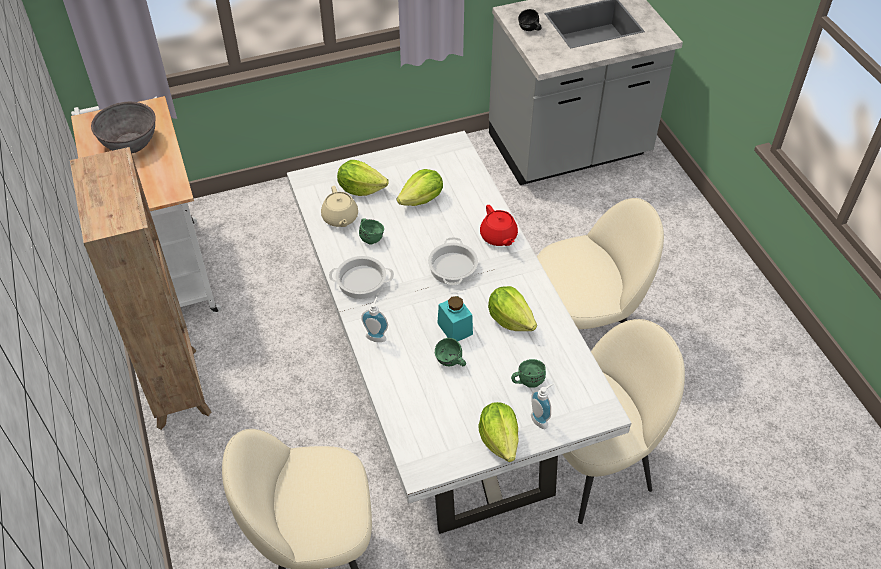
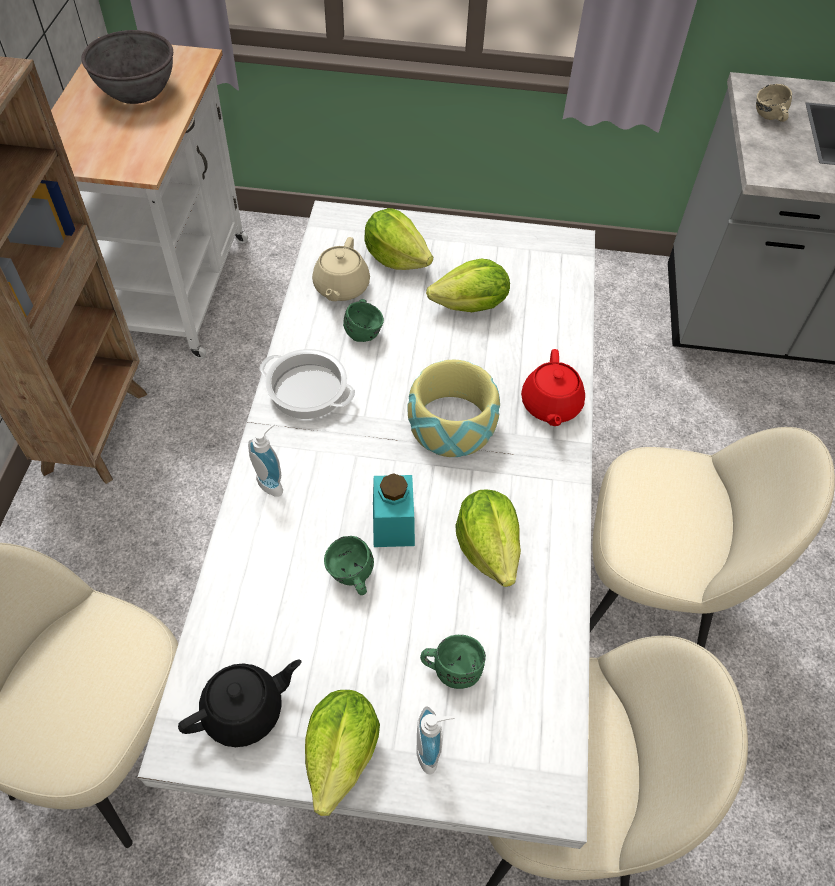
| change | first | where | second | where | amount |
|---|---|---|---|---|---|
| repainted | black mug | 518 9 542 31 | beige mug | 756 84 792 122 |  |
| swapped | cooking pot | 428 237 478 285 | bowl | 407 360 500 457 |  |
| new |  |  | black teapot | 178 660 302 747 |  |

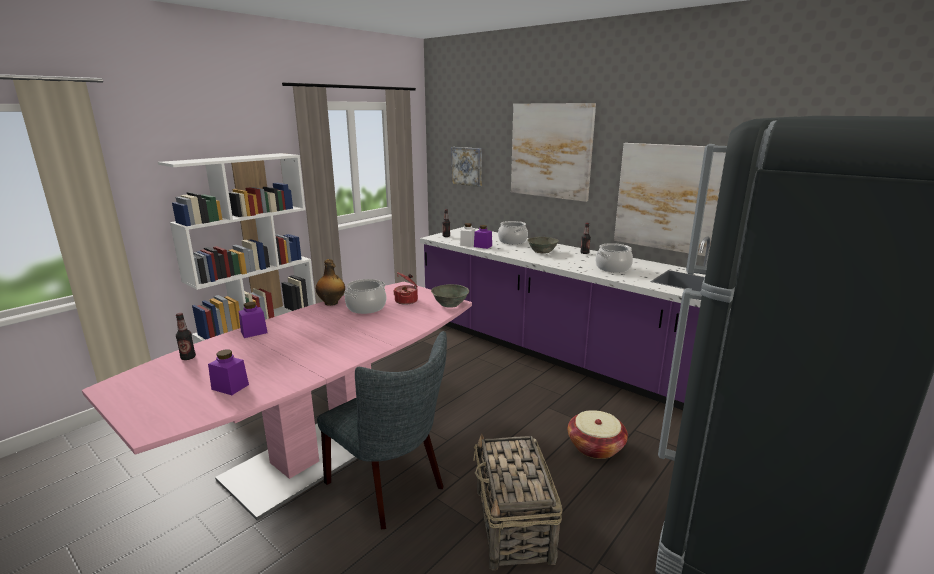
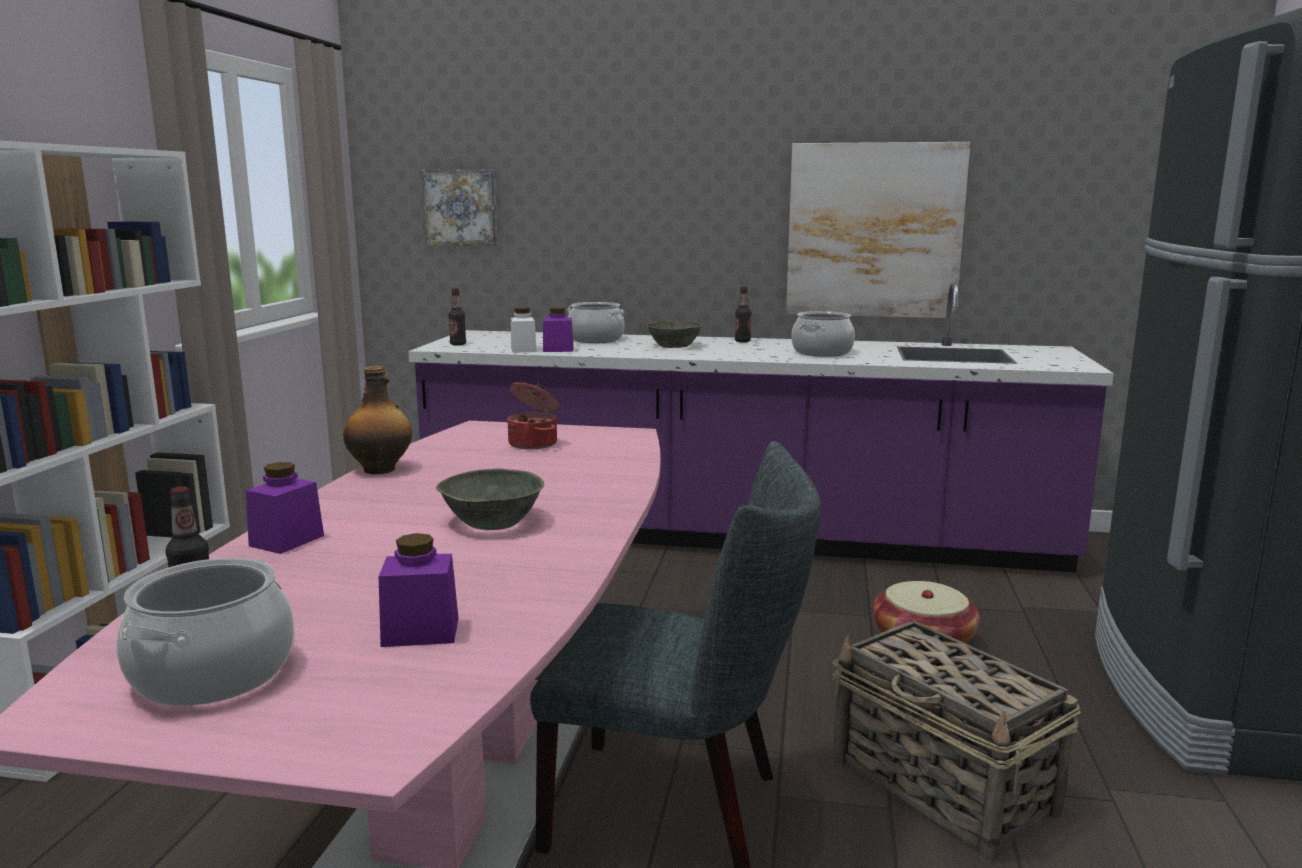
| change | first | where | second | where | amount |
|---|---|---|---|---|---|
| gone | picture | 511 103 596 202 |  |  |  |
| shifted | cooking pot | 344 279 386 314 |  | 116 558 294 706 |  |
| shifted | grey bowl | 431 284 469 308 |  | 436 469 544 530 |  |

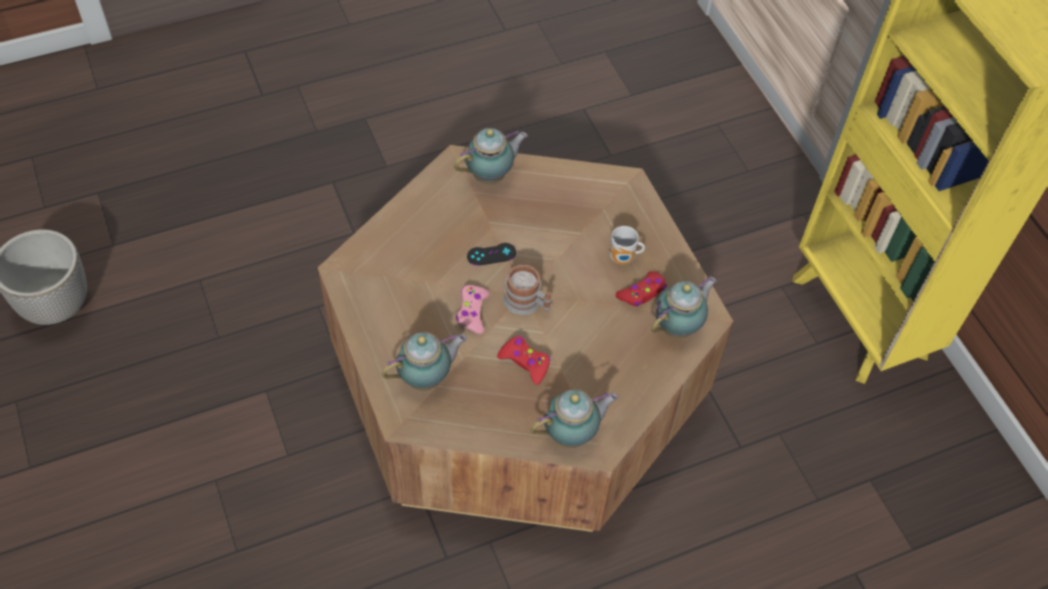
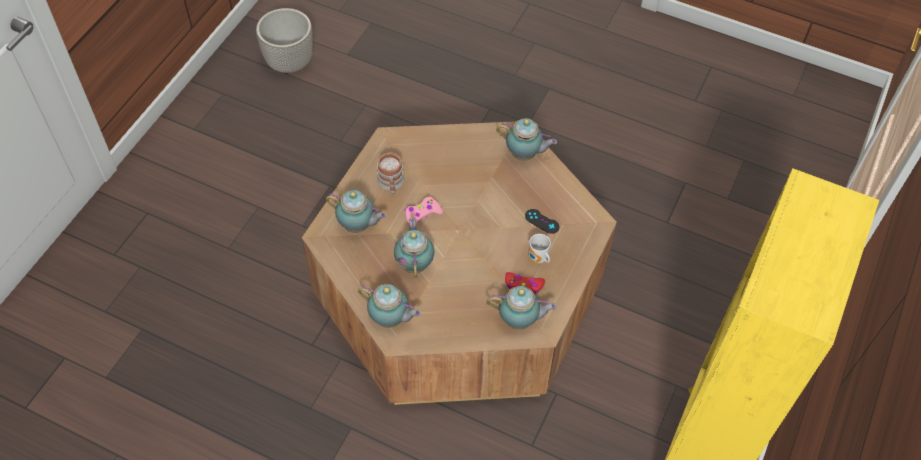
| change | first | where | second | where | amount |
|---|---|---|---|---|---|
| shifted | black game controller | 467 243 516 266 |  | 525 209 559 234 |  |
| shifted | mug | 504 265 552 315 |  | 377 152 404 194 |  |
| swapped | red game controller | 497 336 550 385 | teapot | 394 218 434 278 |  |

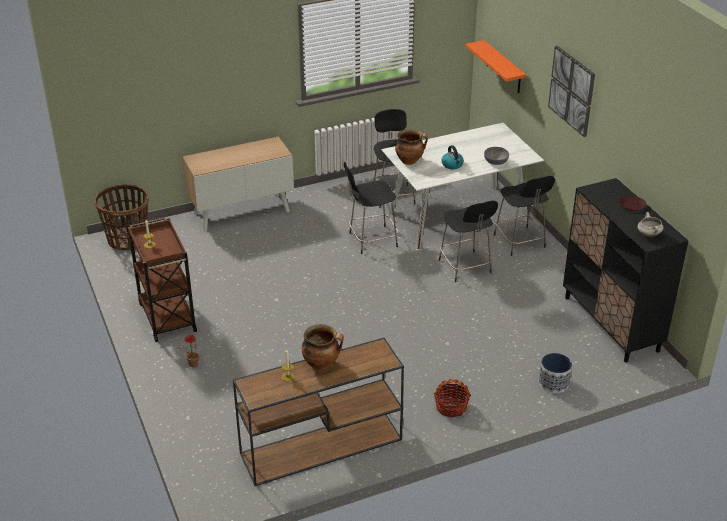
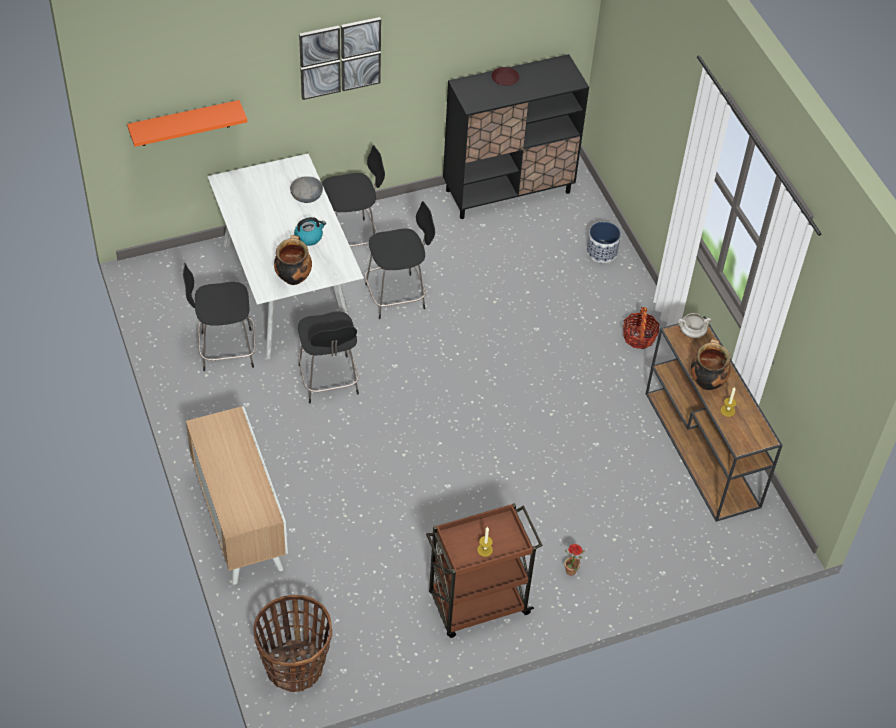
| change | first | where | second | where | amount |
|---|---|---|---|---|---|
| shifted | white cooking pot | 637 212 663 237 |  | 678 313 712 338 |  |

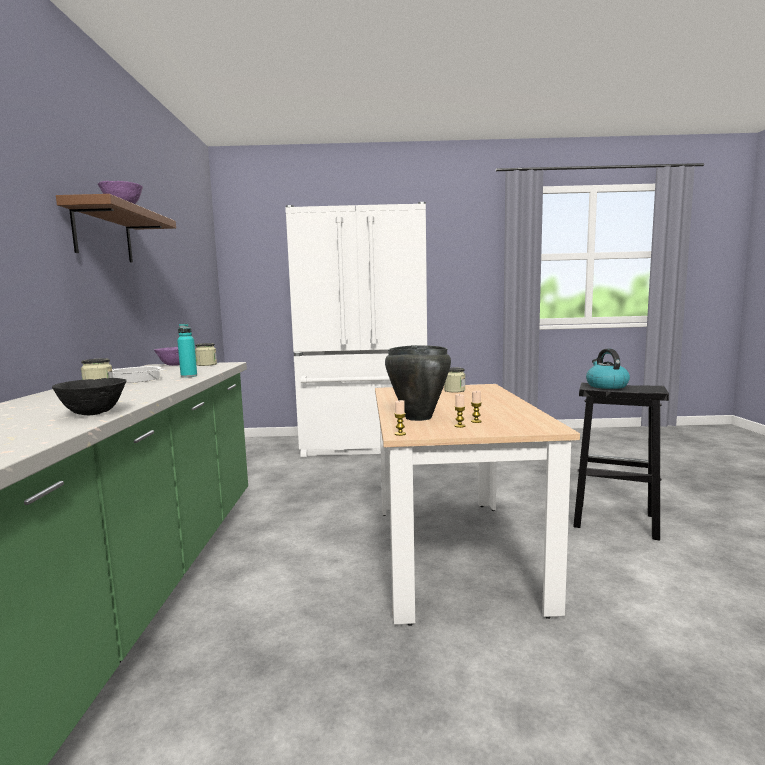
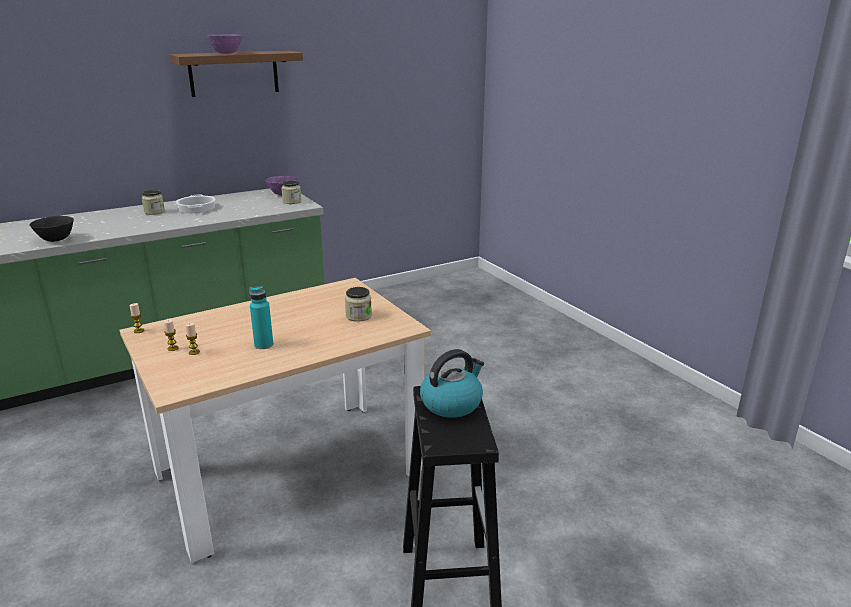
| change | first | where | second | where | amount |
|---|---|---|---|---|---|
| gone | white fridge | 285 202 427 458 |  |  |  |
| shifted | turquoise bottle | 177 324 197 378 |  | 249 286 273 349 |  |
| gone | black cooking pot | 385 345 451 421 |  |  |  |

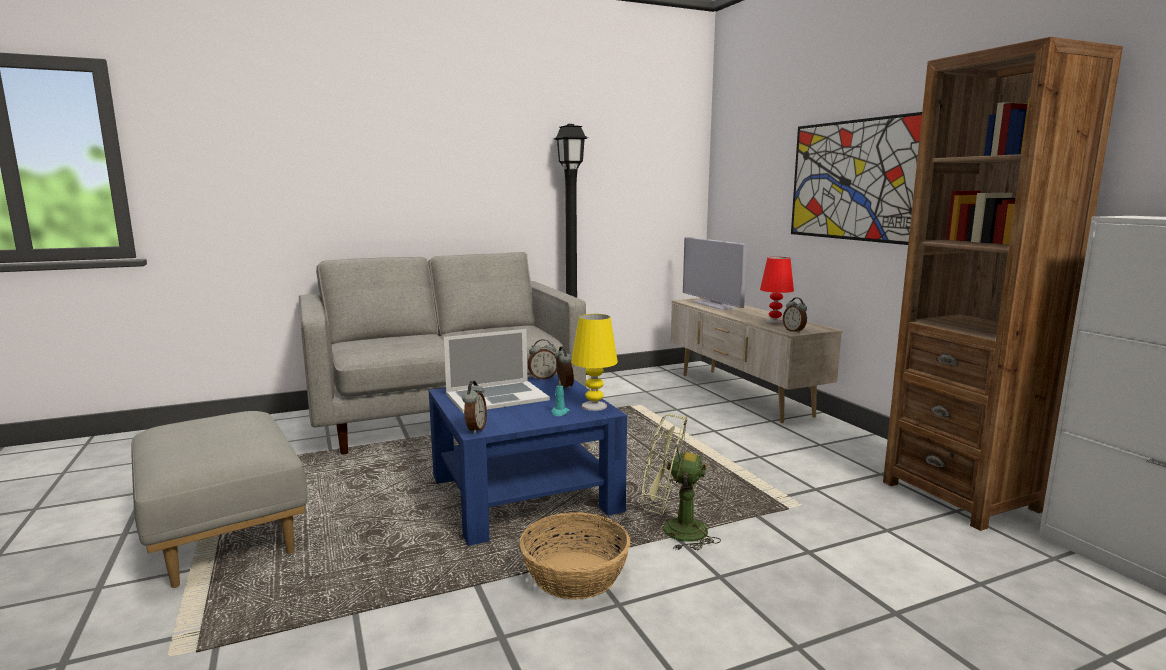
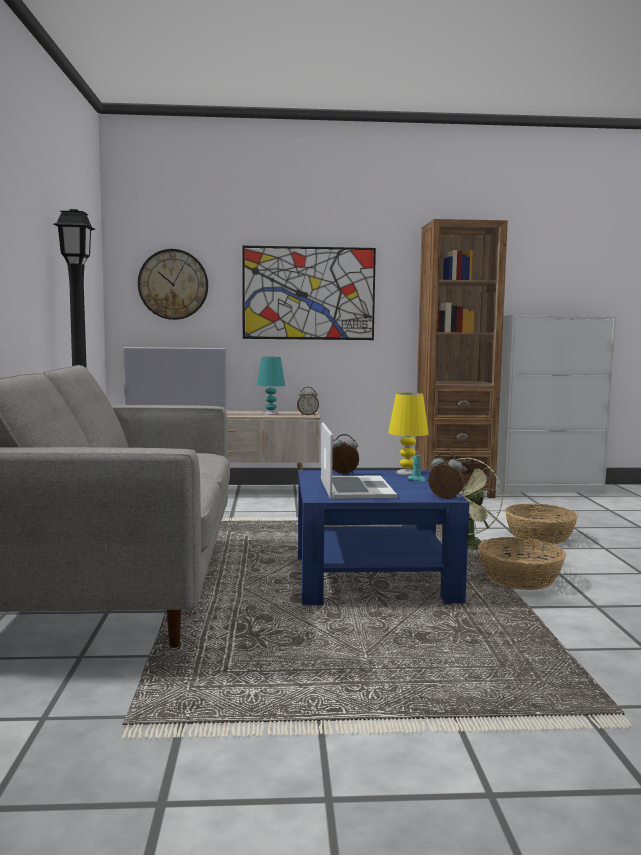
| change | first | where | second | where | amount |
|---|---|---|---|---|---|
| repainted | red table lamp | 760 257 794 324 | turquoise table lamp | 257 357 285 415 |  |
| gone | alarm clock | 528 339 557 380 |  |  |  |
| gone | grey ottoman | 131 411 308 588 |  |  |  |
| new |  |  | wall clock | 138 249 208 320 |  |
| new |  |  | basket | 505 504 578 544 |  |

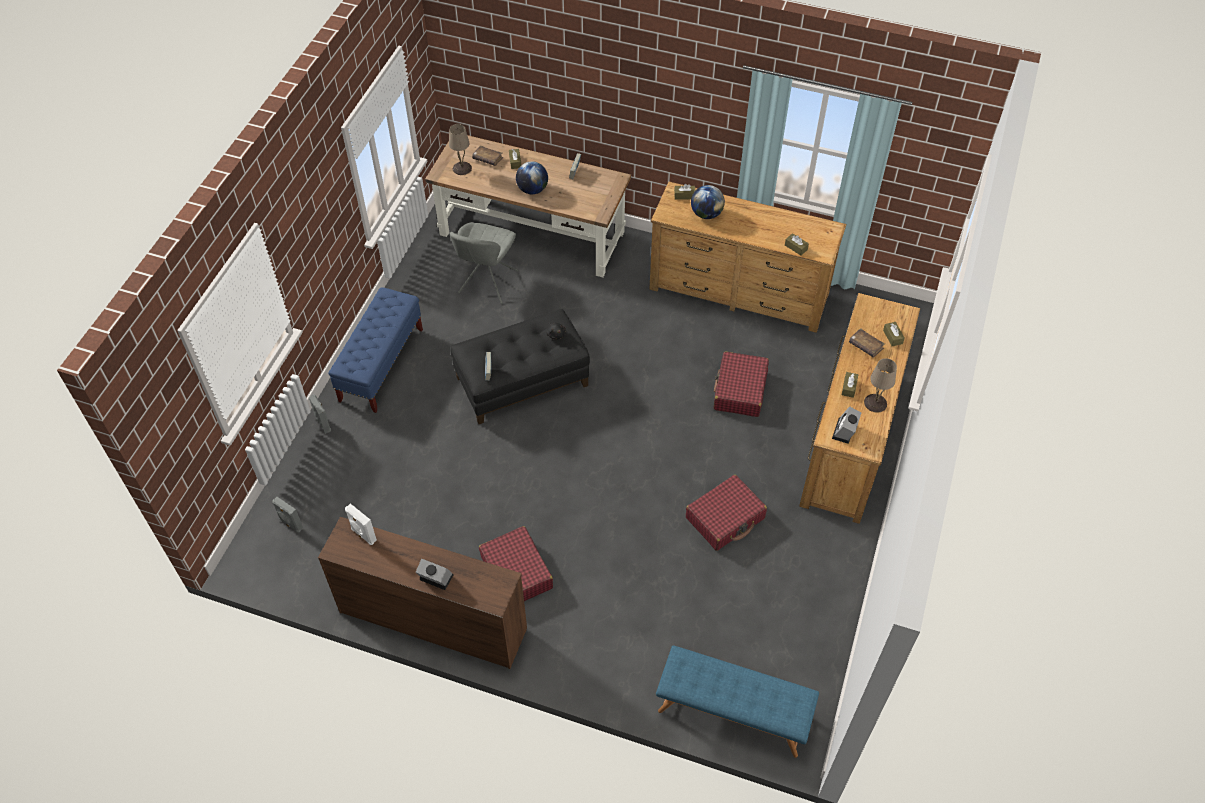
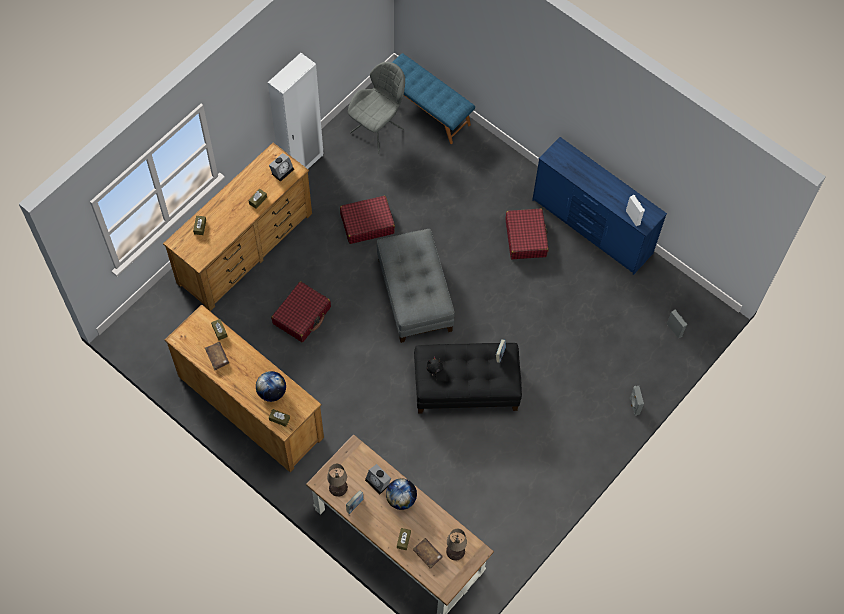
| change | first | where | second | where | amount |
|---|---|---|---|---|---|
| shifted | grey chair | 450 222 519 304 |  | 348 62 405 154 |  |
| gone | blue bench | 328 287 423 413 |  |  |  |
| shifted | brown book | 849 328 885 357 |  | 205 342 229 370 |  |
| shifted | beige table lamp | 864 358 897 412 |  | 327 464 348 497 |  |
| repainted | brown dresser | 318 517 527 669 | blue dresser | 532 137 667 275 |  |
| shifted | alarm clock | 416 559 453 590 |  | 365 464 391 494 |  |
| new |  |  | white wardrobe | 268 53 323 169 |  |
| new |  |  | grey ottoman | 377 229 455 343 |  |

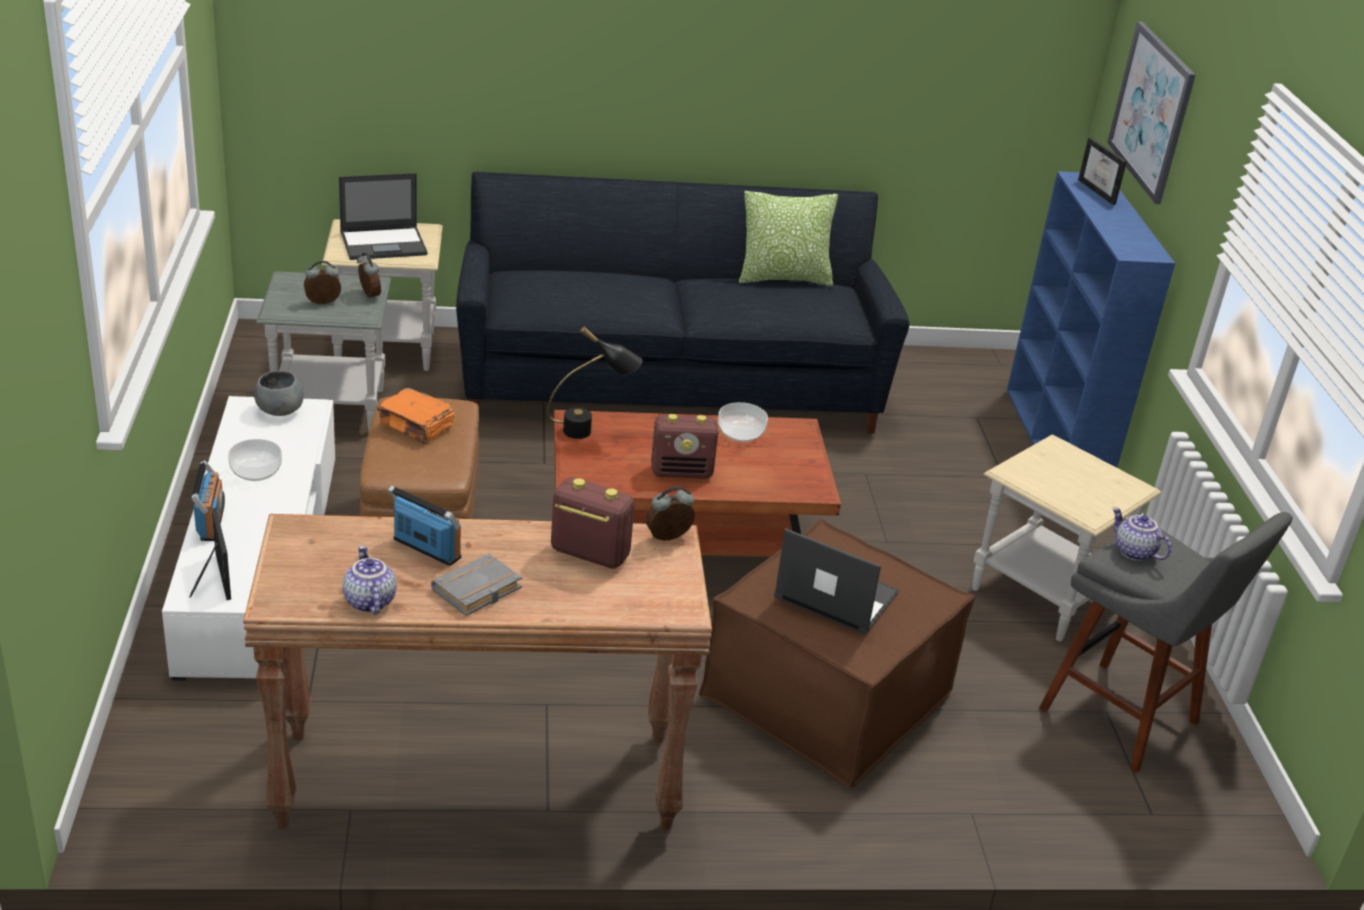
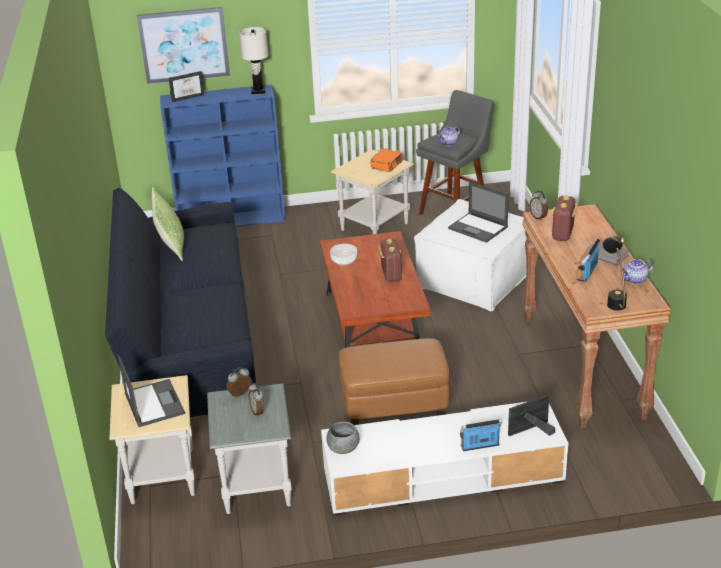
| change | first | where | second | where | amount |
|---|---|---|---|---|---|
| shifted | black table lamp | 547 327 642 439 |  | 603 236 627 310 |  |
| shifted | orange book | 377 388 455 444 |  | 370 148 403 172 |  |
| gone | bowl | 228 439 282 481 |  |  |  |
| repainted | brown ottoman | 699 518 975 788 | white ottoman | 414 199 527 312 |  |
| rotated | laptop | 774 528 899 635 |  | 448 182 509 243 | 75 degrees counterclockwise |
| new |  |  | white table lamp | 239 27 268 94 |  |

